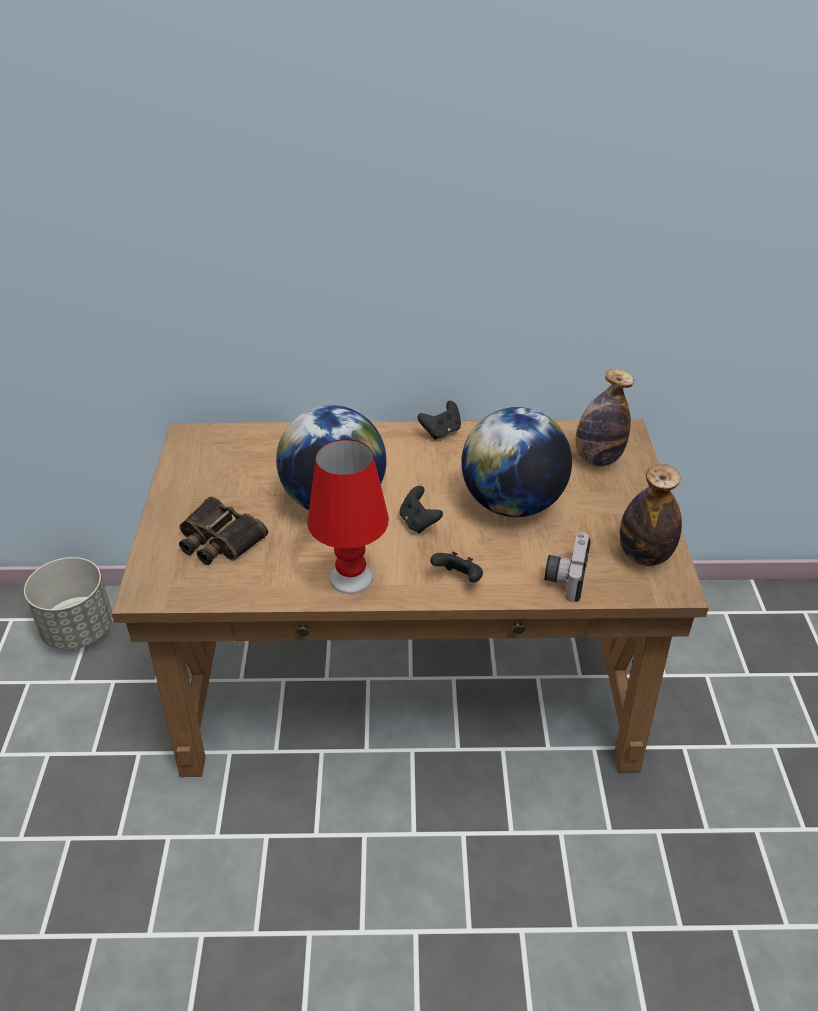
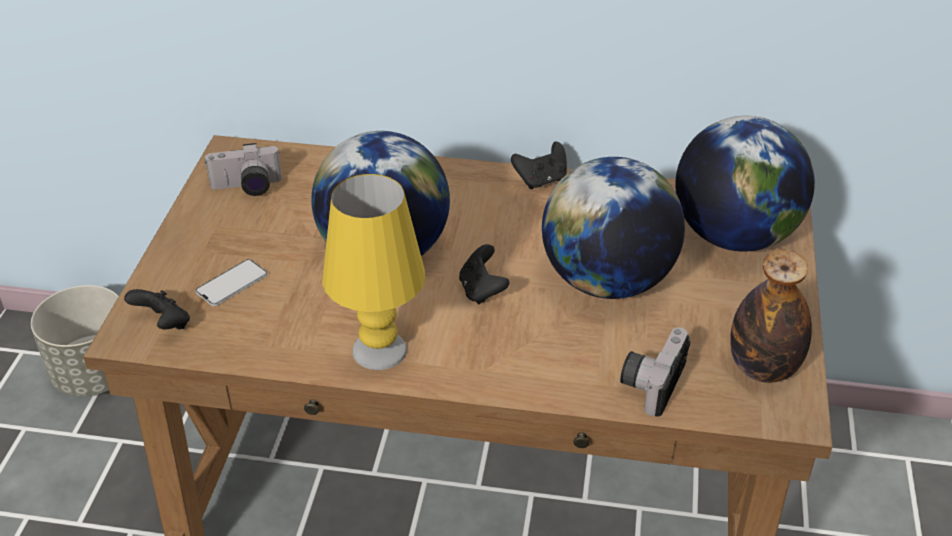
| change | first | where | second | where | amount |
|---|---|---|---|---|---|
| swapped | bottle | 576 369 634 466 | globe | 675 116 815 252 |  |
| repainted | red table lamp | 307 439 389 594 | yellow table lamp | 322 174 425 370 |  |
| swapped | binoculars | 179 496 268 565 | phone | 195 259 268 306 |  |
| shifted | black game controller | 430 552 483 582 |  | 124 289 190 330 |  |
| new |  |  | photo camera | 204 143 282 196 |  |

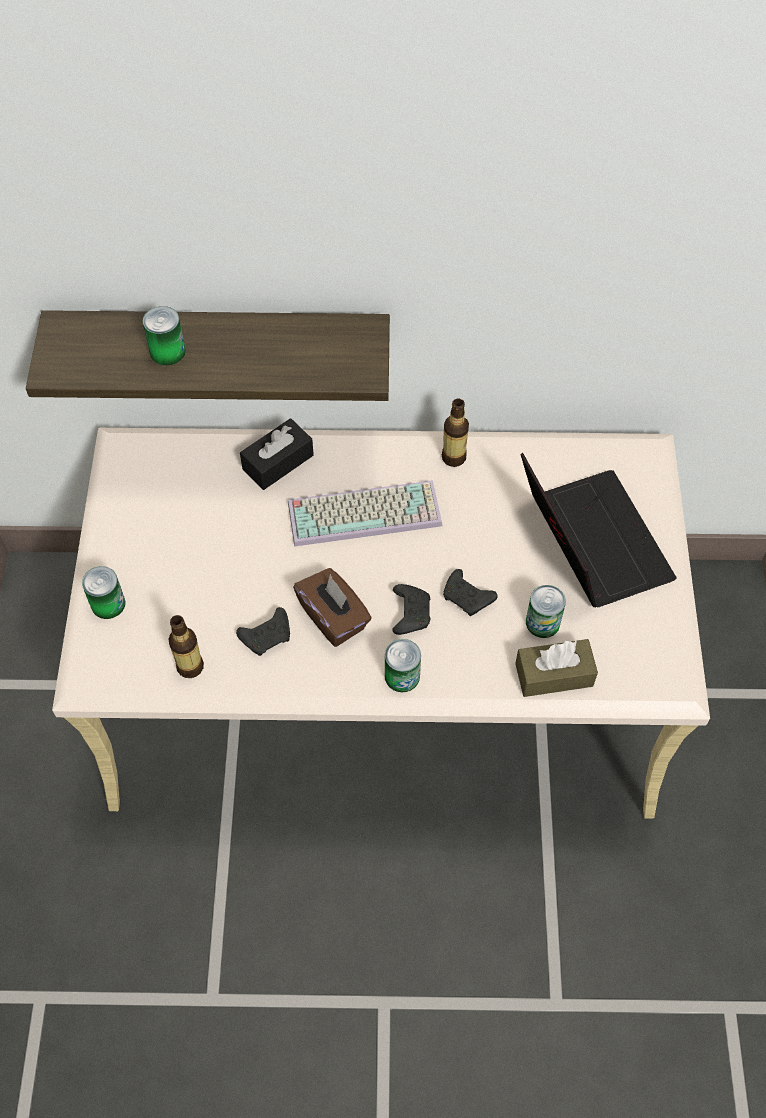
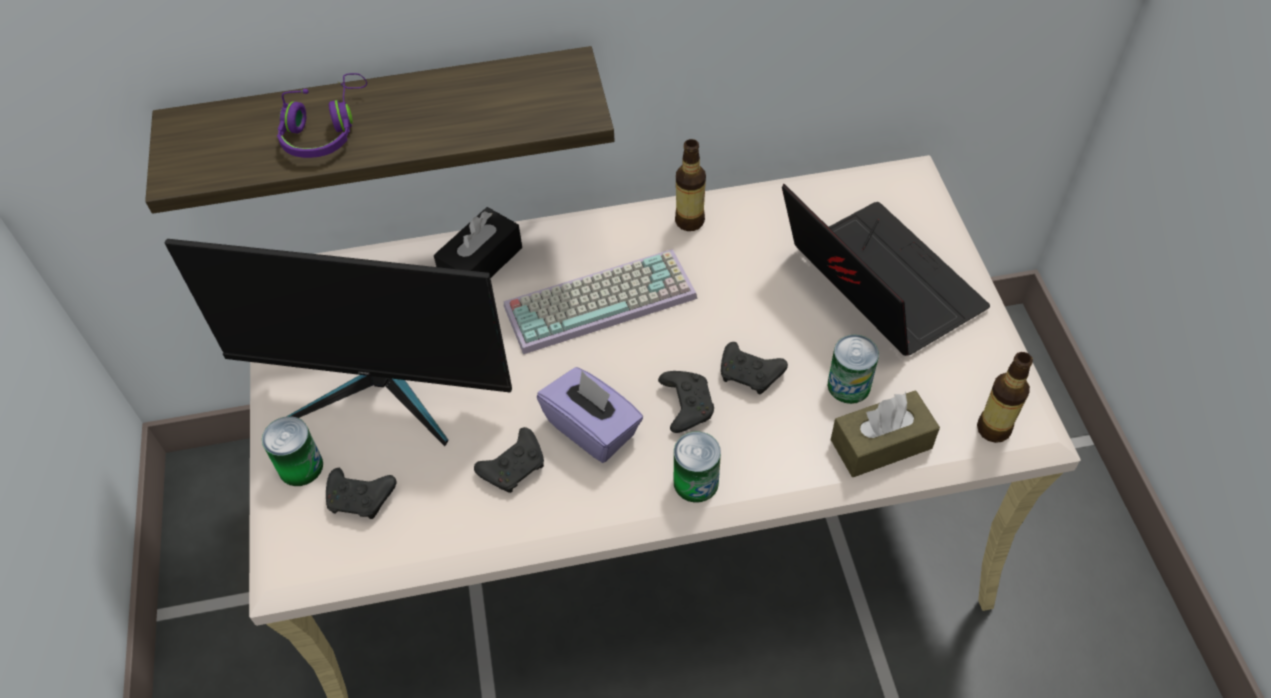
| change | first | where | second | where | amount |
|---|---|---|---|---|---|
| swapped | can | 143 306 186 366 | purple headphones | 277 73 367 158 |  |
| repainted | brown tissue box | 293 568 372 647 | purple tissue box | 537 367 643 463 |  |
| shifted | bottle | 168 615 204 678 |  | 977 352 1033 443 |  |
| new |  |  | monitor | 164 239 512 446 |  |
| new |  |  | black game controller | 326 468 397 519 |  |

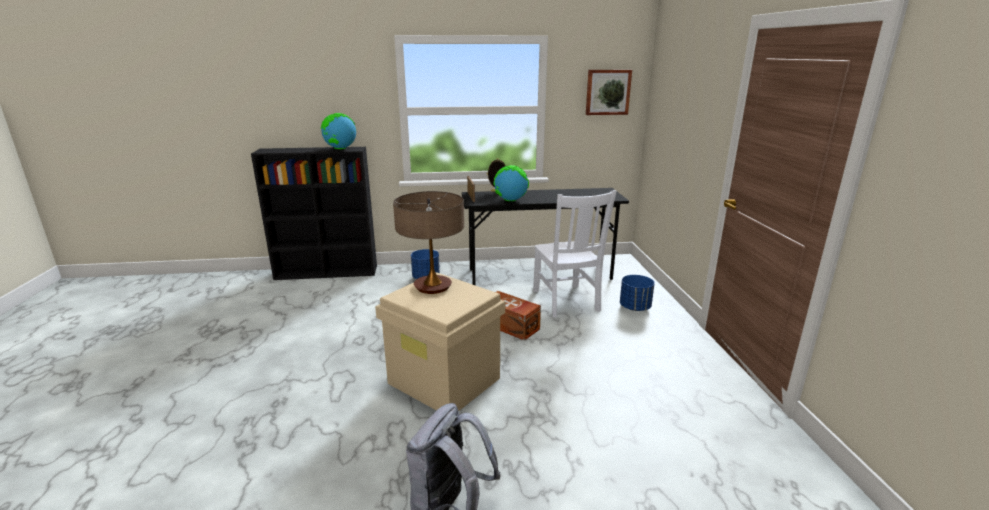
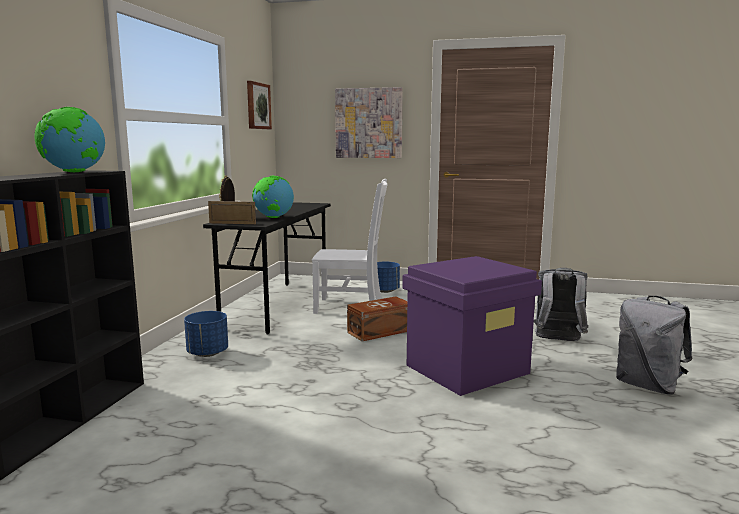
| change | first | where | second | where | amount |
|---|---|---|---|---|---|
| gone | table lamp | 393 191 464 294 |  |  |  |
| repainted | beige storage box | 375 272 505 411 | purple storage box | 402 256 542 396 |  |
| new |  |  | picture | 335 87 403 158 |  |
| new |  |  | grey backpack | 534 268 588 341 |  |

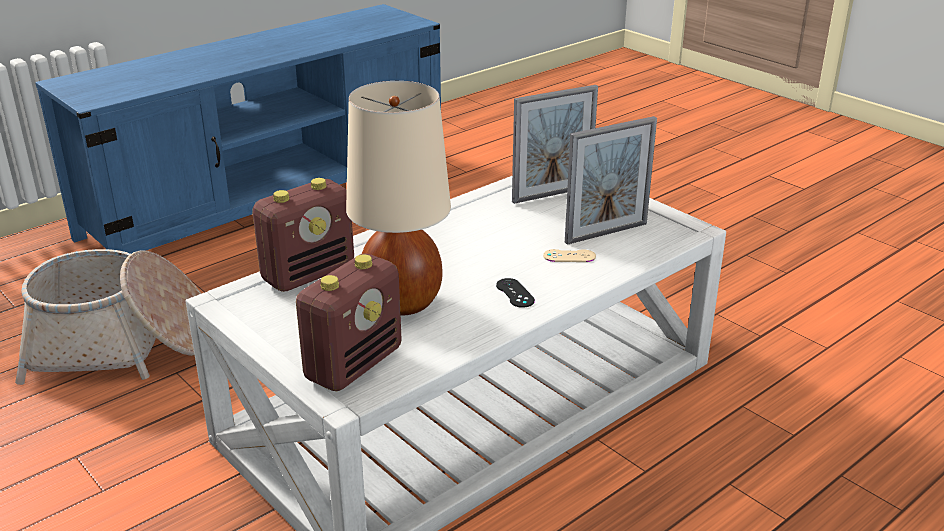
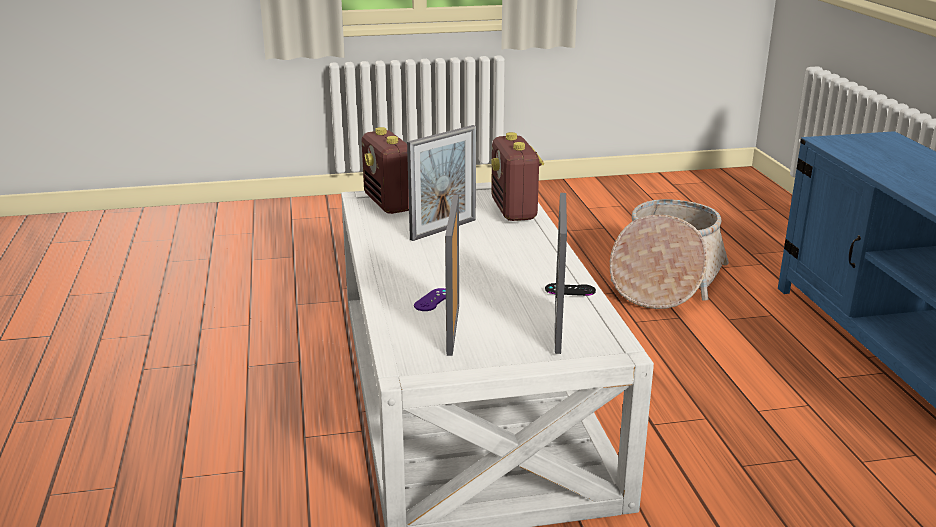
| change | first | where | second | where | amount |
|---|---|---|---|---|---|
| swapped | beige table lamp | 346 81 451 316 | picture frame | 407 125 476 241 |  |
| repainted | beige game controller | 543 249 596 262 | purple game controller | 414 288 446 311 |  |
| shifted | black game controller | 496 278 535 308 |  | 545 283 596 296 |  |

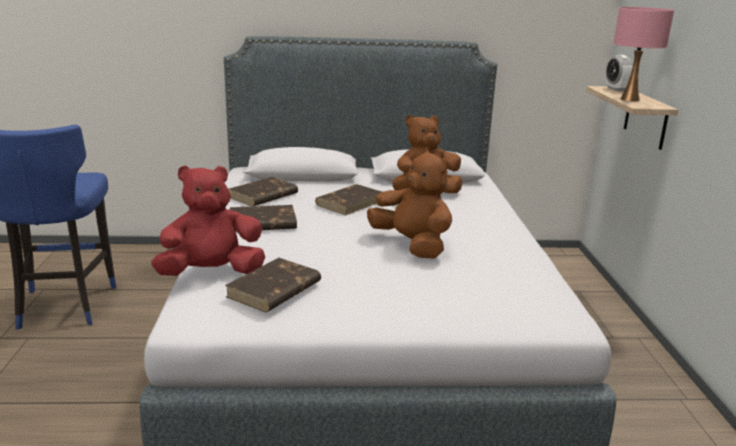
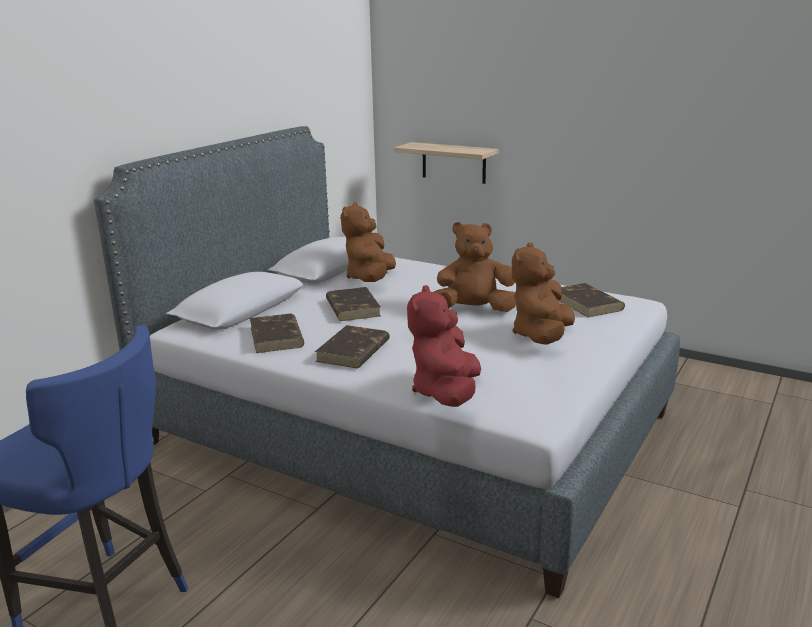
| change | first | where | second | where | amount |
|---|---|---|---|---|---|
| gone | pink table lamp | 614 7 674 101 |  |  |  |
| gone | alarm clock | 605 55 633 91 |  |  |  |
| shifted | brown book | 225 258 321 312 |  | 558 283 625 317 |  |
| new |  |  | brown plush toy | 512 242 575 345 |  |

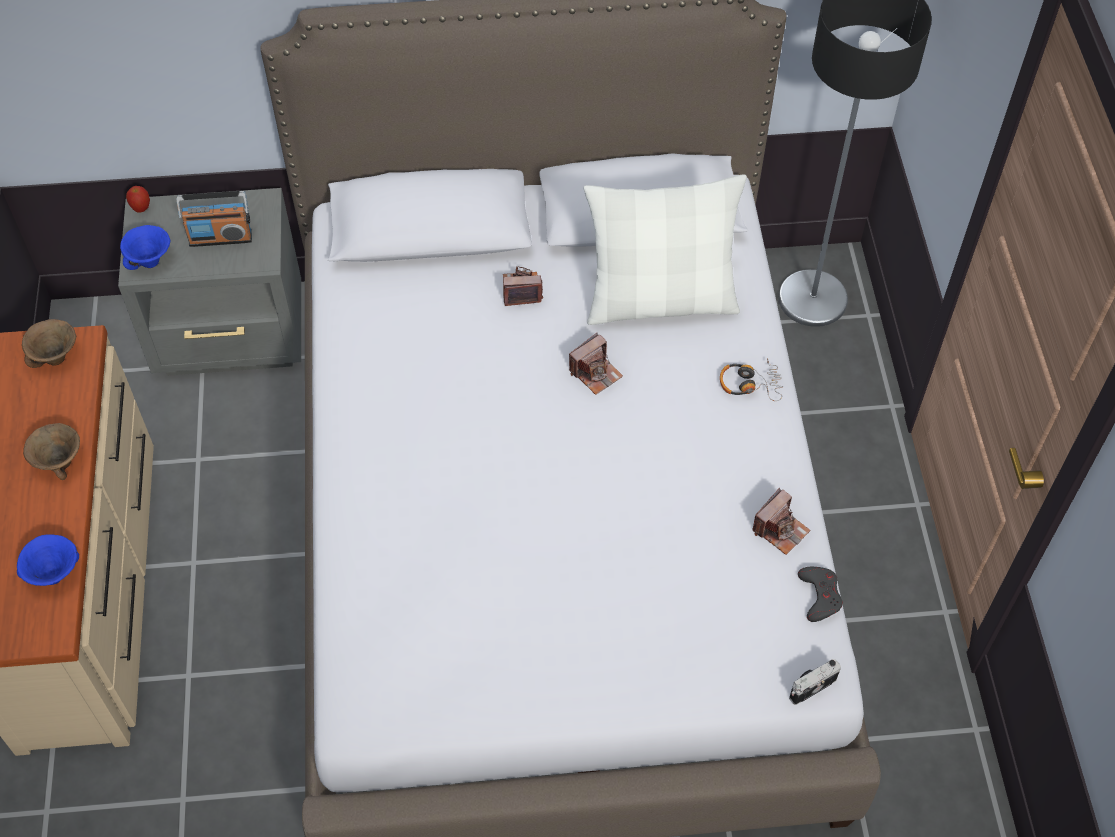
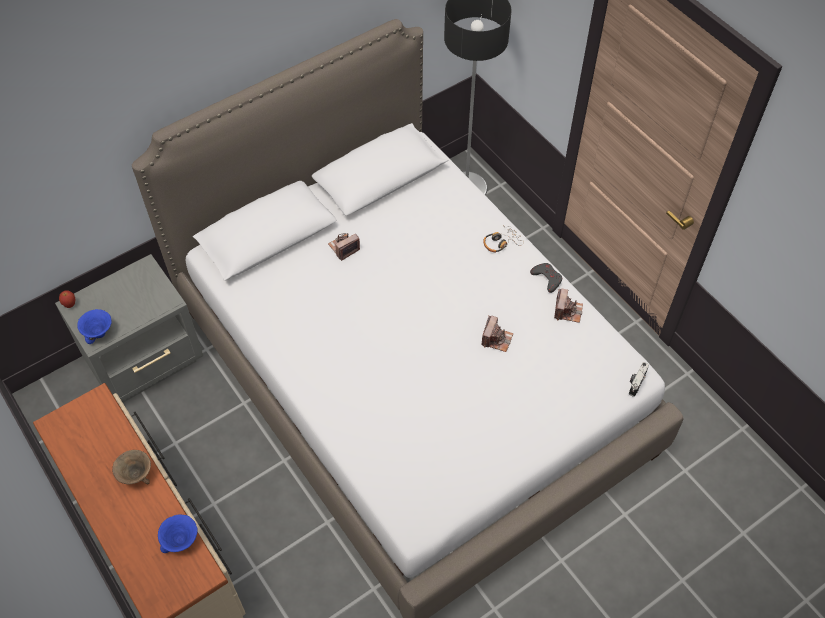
| change | first | where | second | where | amount |
|---|---|---|---|---|---|
| gone | white pillow | 584 175 747 325 |  |  |  |
| gone | radio | 176 191 252 247 |  |  |  |
| gone | brown bowl | 22 319 76 368 |  |  |  |
| shifted | photo camera | 569 333 623 395 |  | 481 315 514 352 |  |
| shifted | grey game controller | 798 567 843 622 |  | 530 263 562 293 |  |

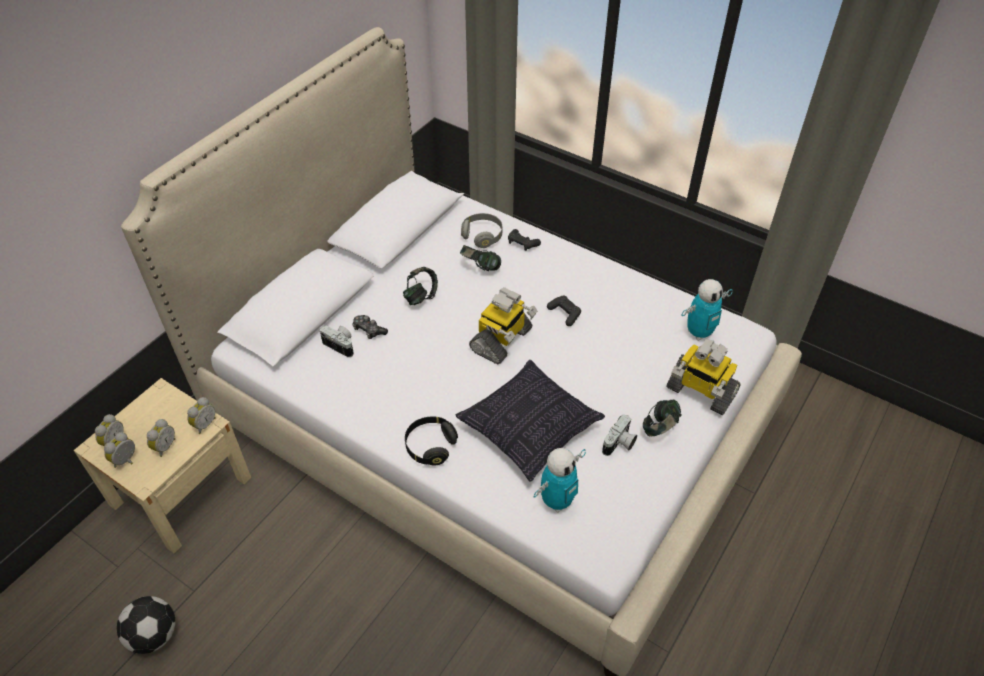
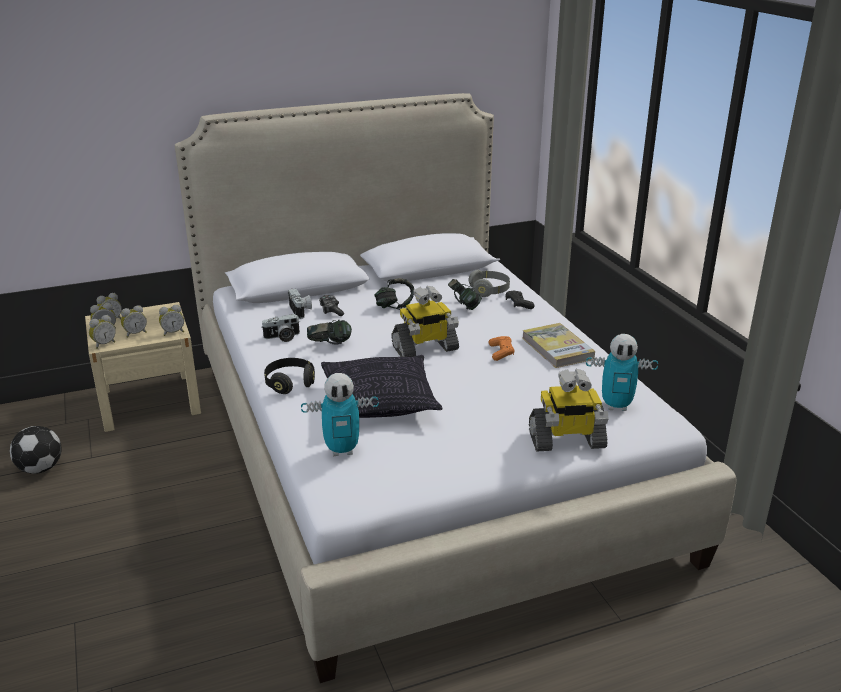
| change | first | where | second | where | amount |
|---|---|---|---|---|---|
| repainted | black game controller | 547 295 581 326 | orange game controller | 489 336 515 361 |  |
| rotated | toy robot | 666 339 741 415 |  | 529 369 609 451 | 75 degrees counterclockwise |
| shifted | headphones | 643 400 682 436 |  | 307 320 352 345 |  |
| shifted | photo camera | 602 414 637 456 |  | 261 314 300 342 |  |
| new |  |  | alarm clock | 89 315 116 349 |  |
| new |  |  | book | 522 323 595 368 |  |

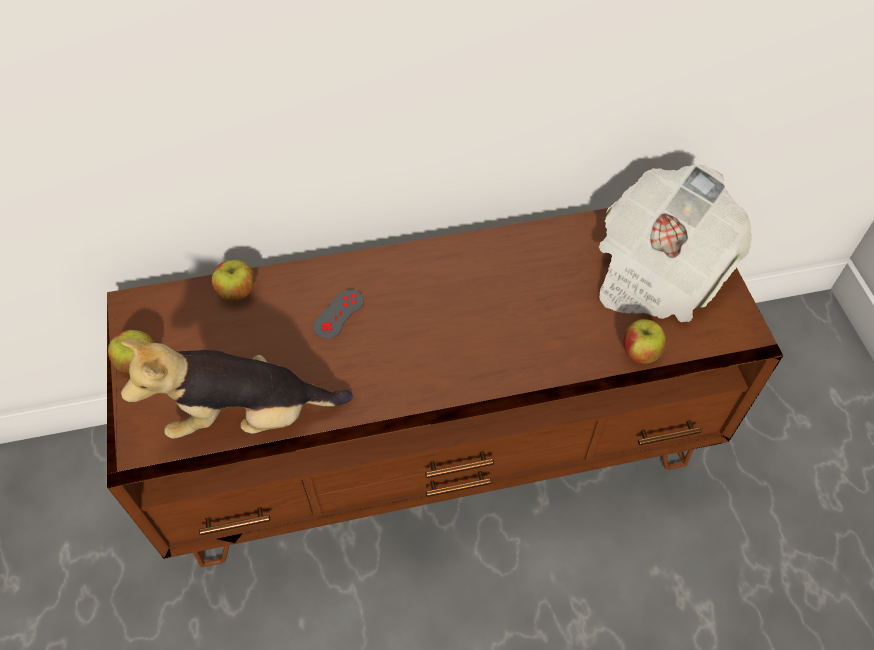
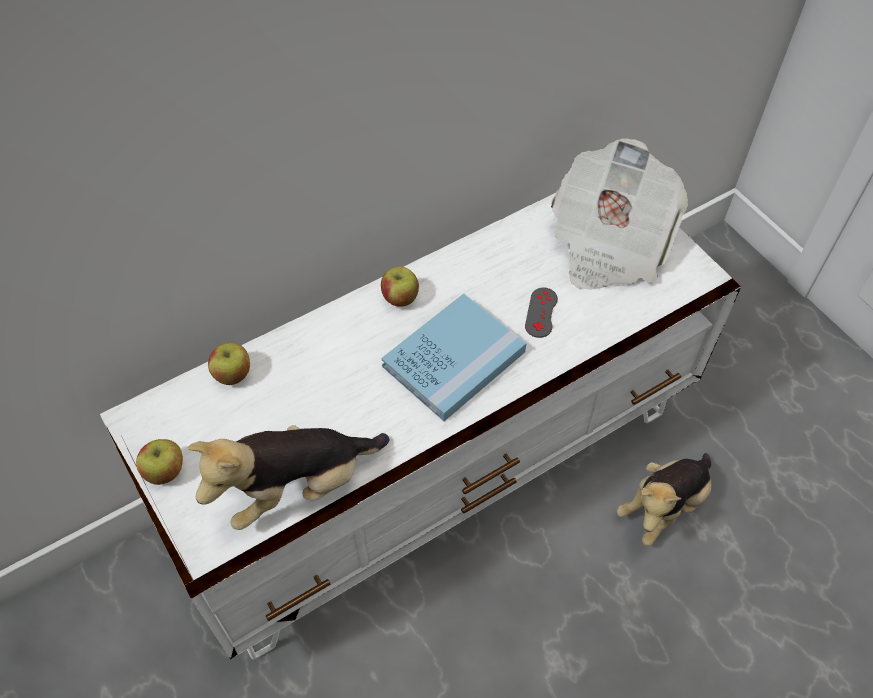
| change | first | where | second | where | amount |
|---|---|---|---|---|---|
| repainted | brown tv stand | 107 208 783 567 | white tv stand | 100 193 741 660 |  |
| shifted | grey game controller | 313 289 364 339 |  | 525 288 558 338 |  |
| shifted | apple | 623 319 666 364 |  | 381 267 419 307 |  |
| new |  |  | blue book | 382 293 527 421 |  |
| new |  |  | plush toy | 617 453 712 546 |  |

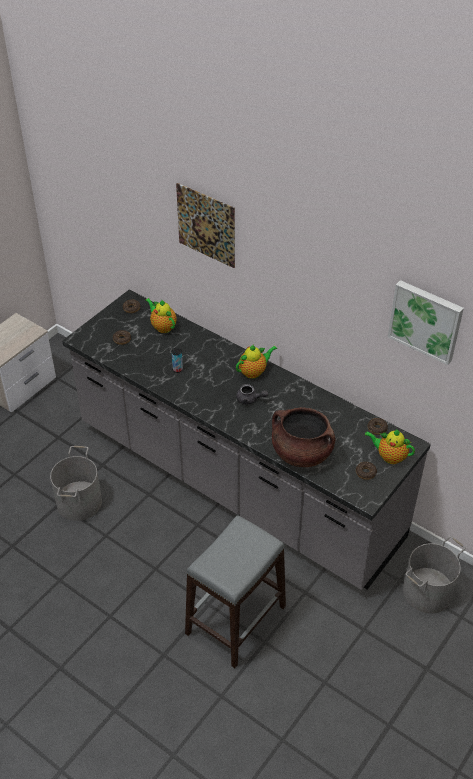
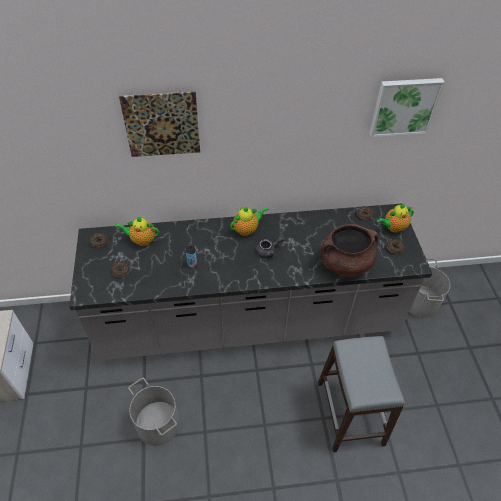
| change | first | where | second | where | amount |
|---|---|---|---|---|---|
| rotated | teapot | 236 344 277 379 |  | 230 206 268 236 | 45 degrees clockwise |

